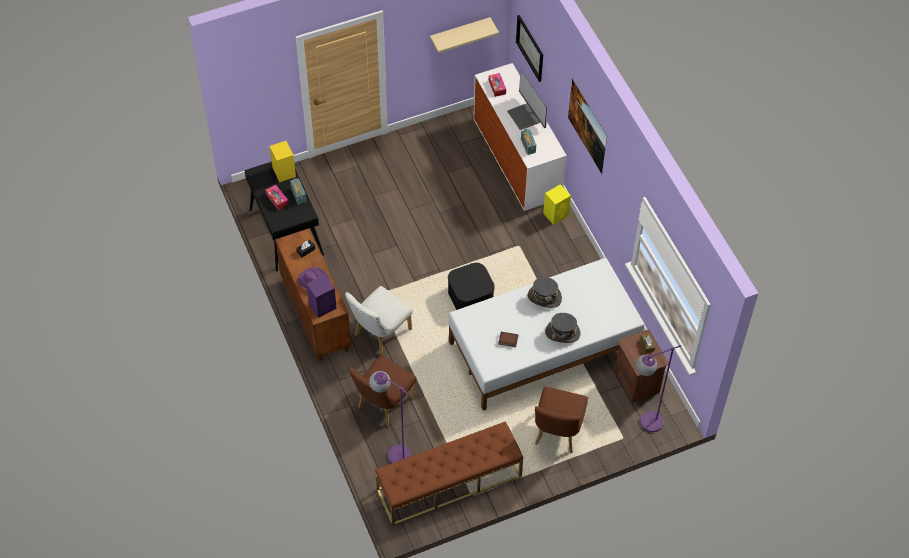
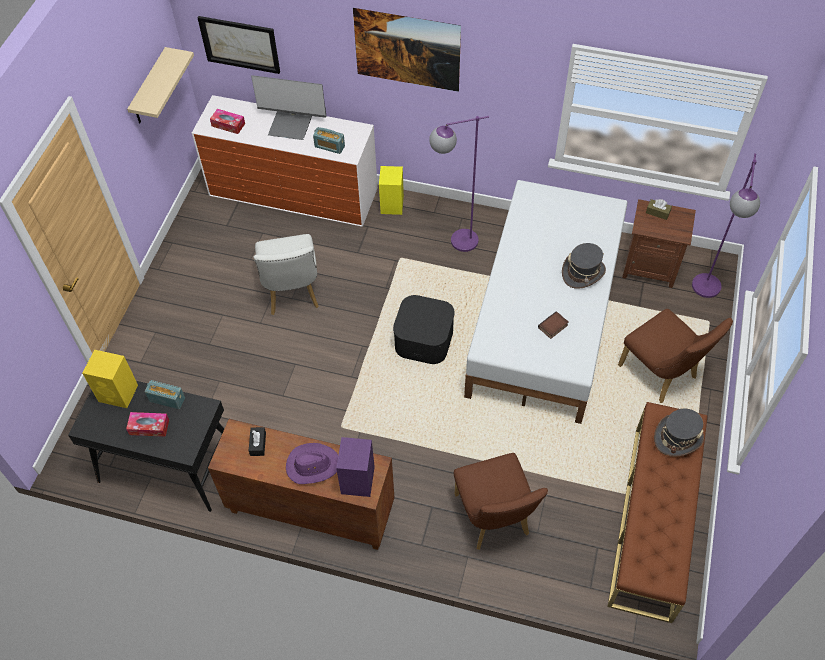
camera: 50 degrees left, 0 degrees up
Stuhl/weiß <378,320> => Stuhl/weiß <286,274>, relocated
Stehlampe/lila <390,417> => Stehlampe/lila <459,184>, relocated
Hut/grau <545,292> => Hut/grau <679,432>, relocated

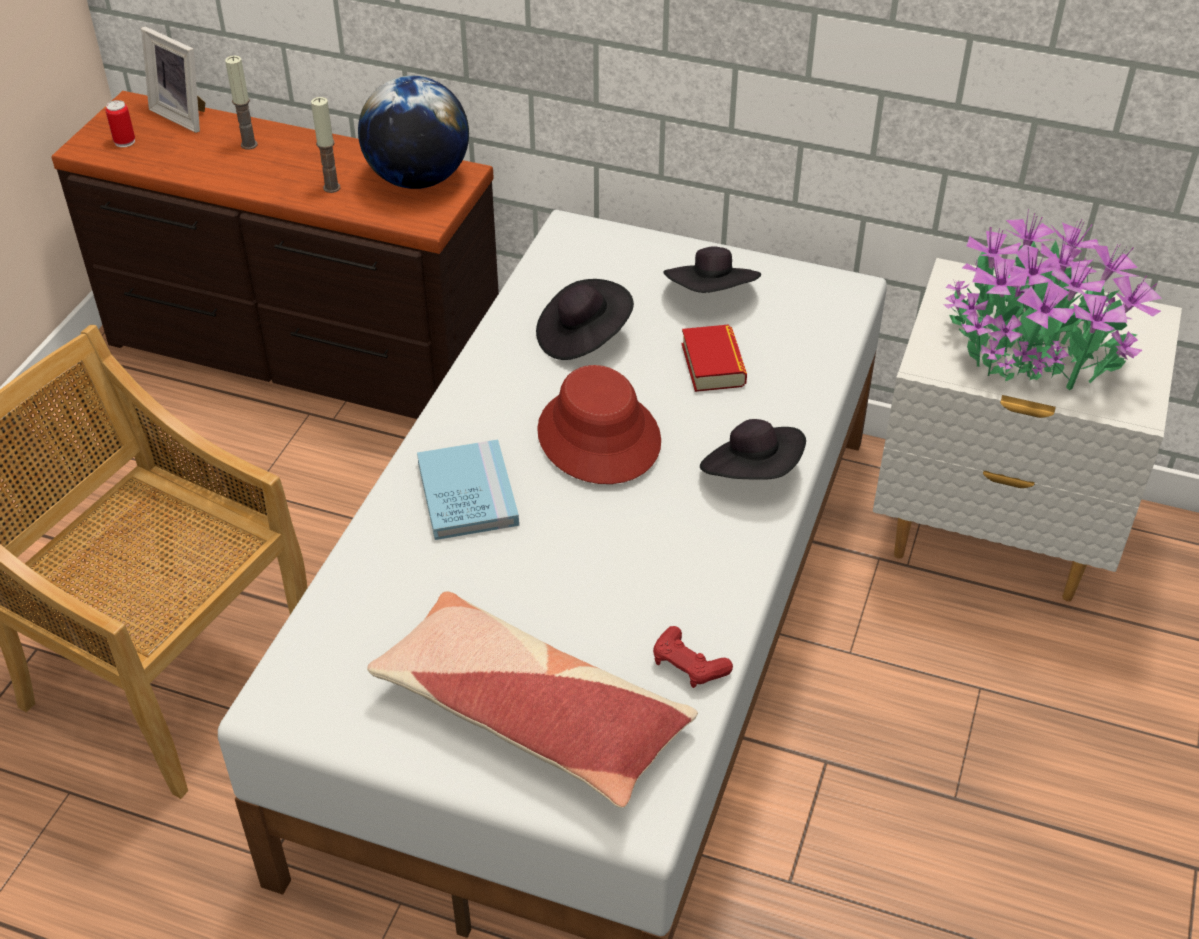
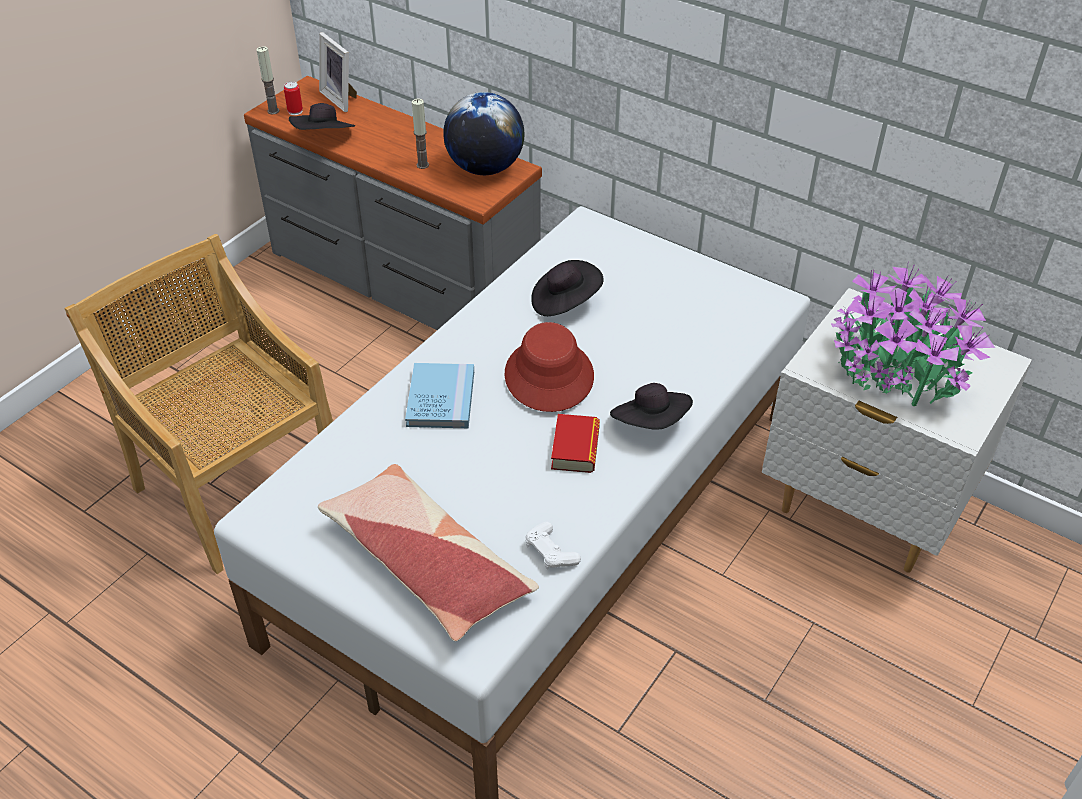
camera: 15 degrees right, 0 degrees up
Kerze <241,103> => Kerze <267,80>, relocated
Hut/schwarz <712,269> => Hut/schwarz <322,116>, relocated
Buch <714,358> => Buch <575,443>, relocated
Kommode/braun <275,255> => Kommode/grau <393,203>
Gamepad/rot <693,657> => Gamepad/weiß <553,545>

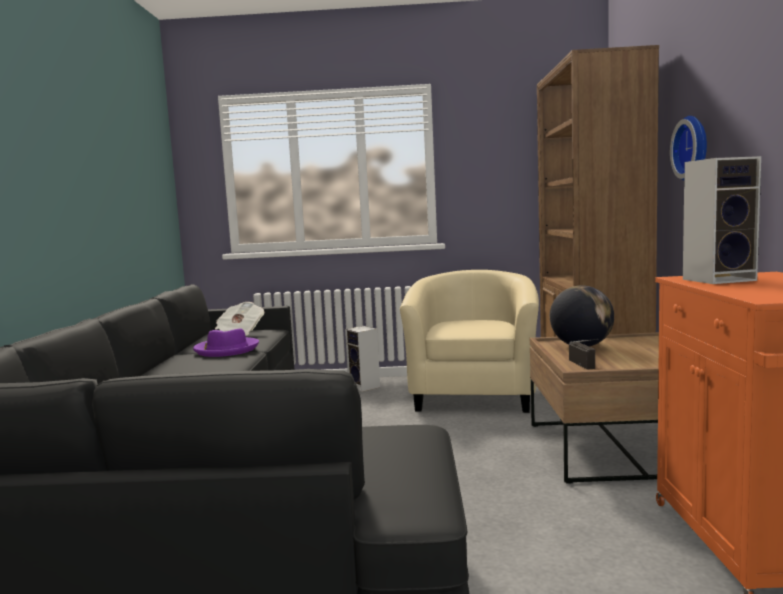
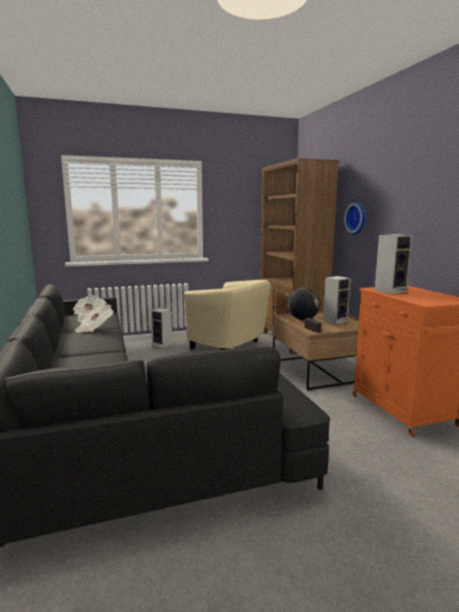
camera: 20 degrees left, 5 degrees up
nothing => Lautsprecher <337,300>
Hut/lila <226,343> => Zeitung <94,318>
Sessel/beige <469,341> => Sessel/beige <227,315>, 135 degrees clockwise

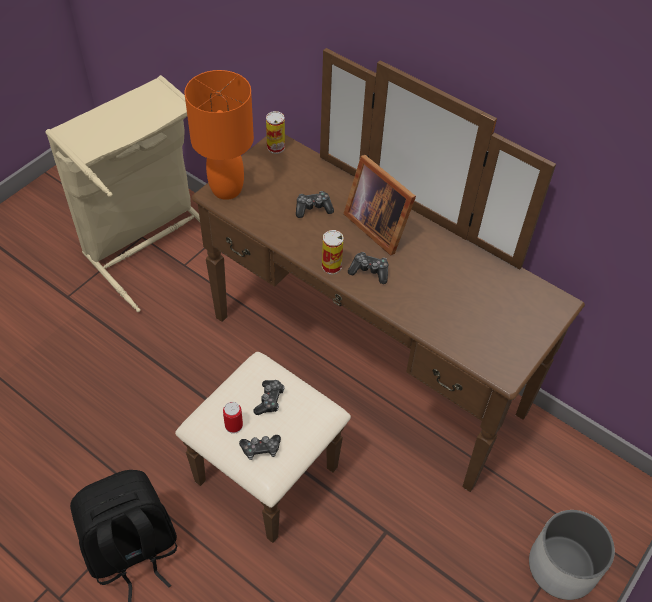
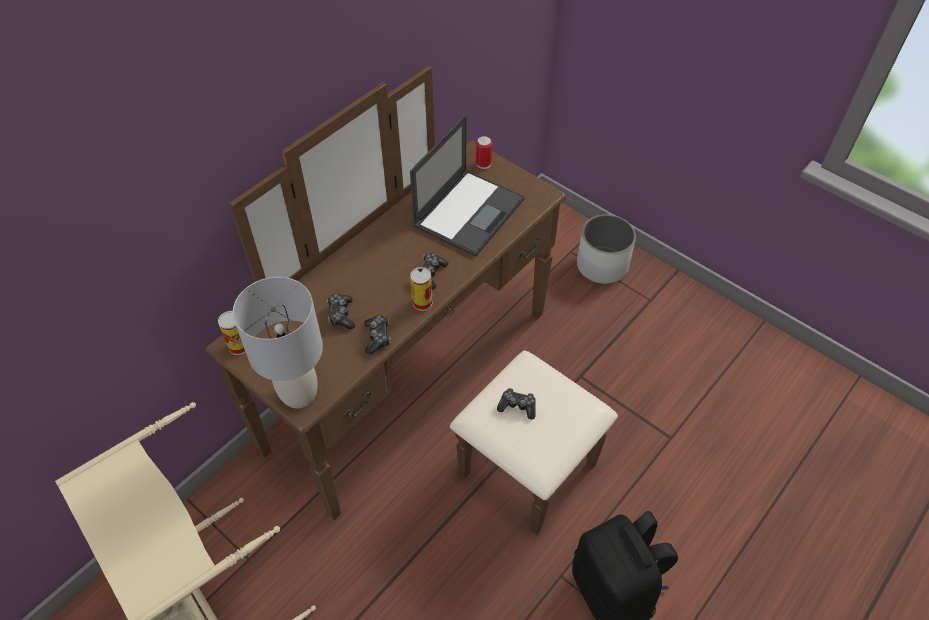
camera: 85 degrees left, 0 degrees up
Bilderrahmen <379,205> => nothing
nothing => Laptop <467,186>
Dose <233,418> => Dose <484,152>, relocated
Gamepad <260,447> => Gamepad <377,334>, relocated
Tischlampe/orange <219,135> => Tischlampe/grau <278,342>

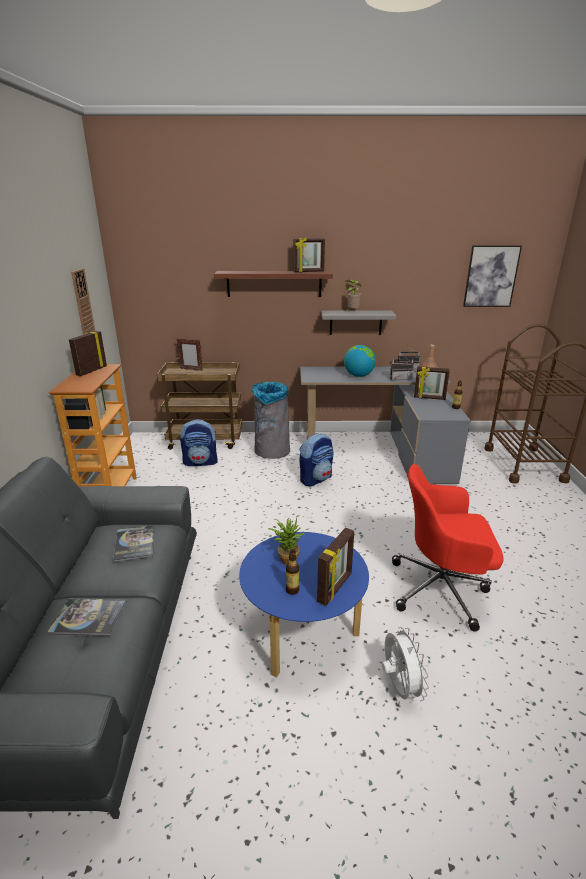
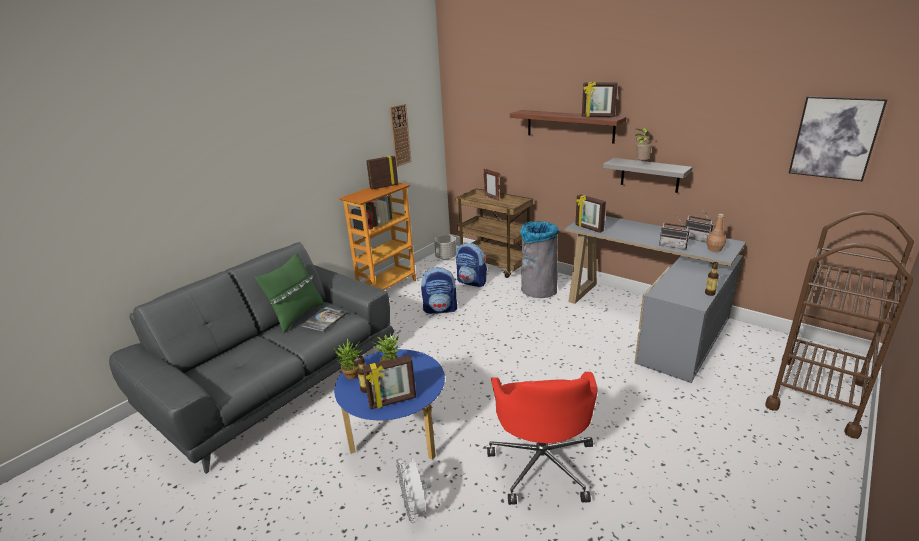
camera: 40 degrees right, 0 degrees up
Buch <87,617> => nothing
Globus <360,361> => nothing
nothing => Kissen/grün <289,293>
nothing => Topfpflanze <348,358>
nothing => Pflanzkübel/grau <445,247>
Rucksack <317,459> => Rucksack <439,290>, relocated
Bilderrahmen <432,383> => Bilderrahmen <590,213>, relocated
Ventilator/weiß <405,664> => Ventilator/weiß <414,490>, 135 degrees clockwise
Bürostuhl/rot <447,548> => Bürostuhl/rot <542,438>, 135 degrees counterclockwise

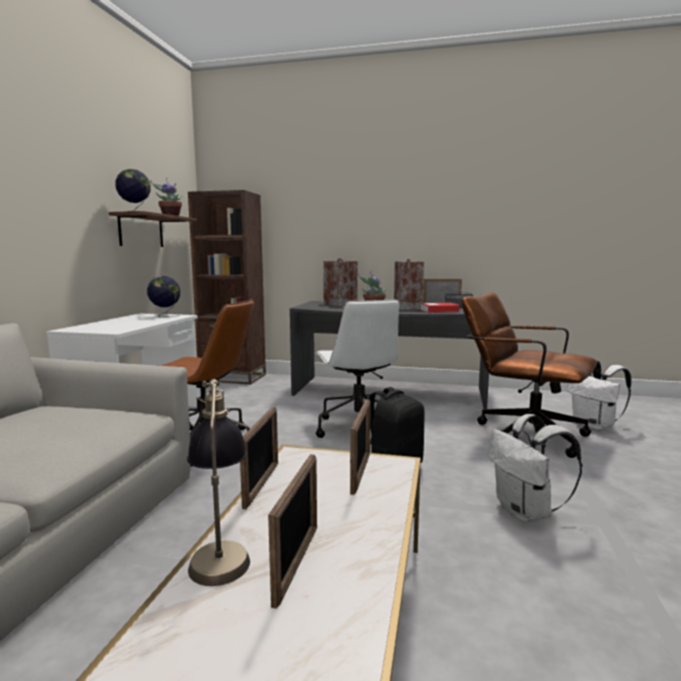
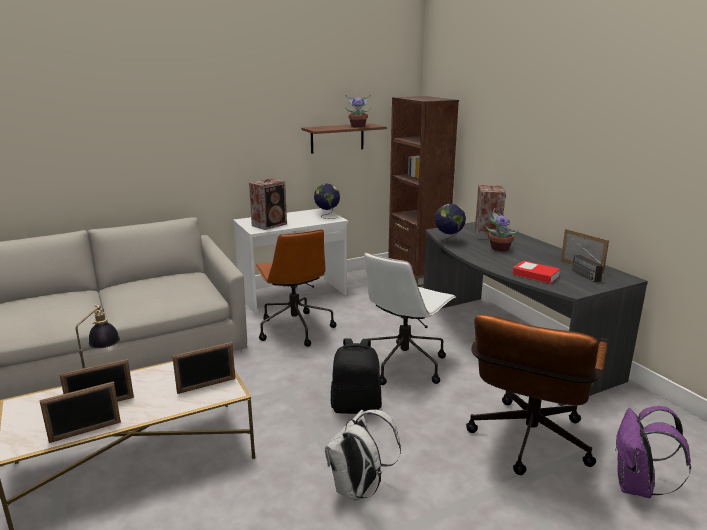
camera: 50 degrees right, 10 degrees up
Globus <133,190> => Globus <450,224>, relocated
Bilderrahmen <259,458> => Bilderrahmen <80,412>, relocated
Lautsprecher <409,284> => Lautsprecher <268,204>, relocated
Rucksack/weiß <599,395> => Rucksack/lila <653,452>
Bürostuhl/braun <529,375> => Bürostuhl/braun <537,395>, 150 degrees counterclockwise

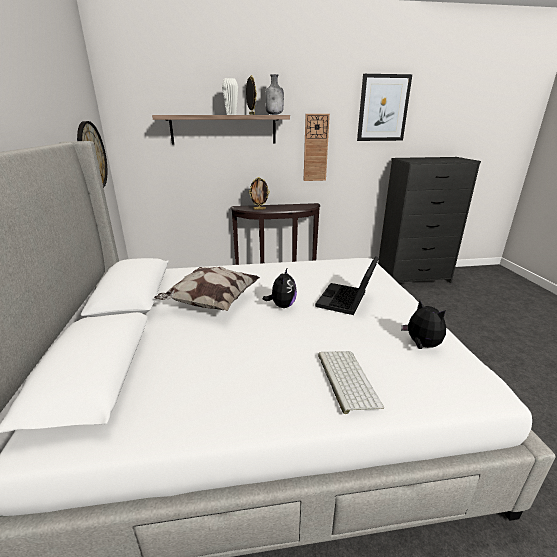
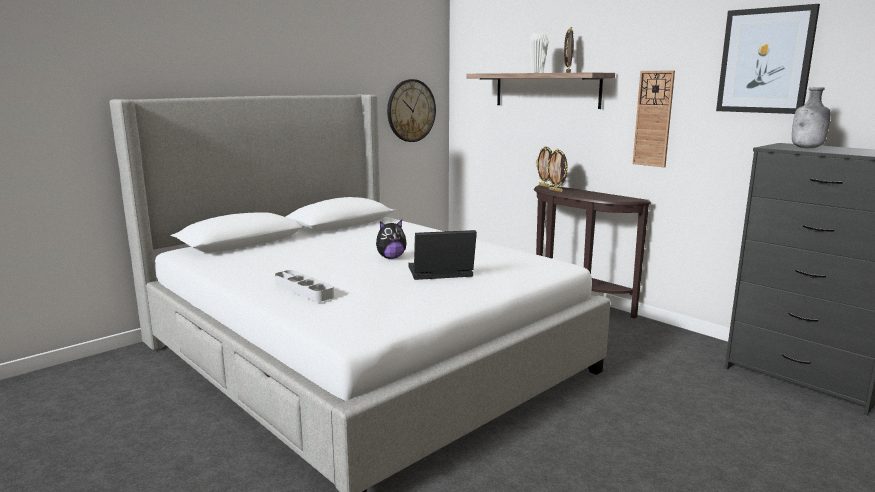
camera: 55 degrees right, 10 degrees down
Kissen <207,289> => nothing
Plüschtier <423,324> => nothing
nothing => Bilderrahmen <544,166>
Flasche/grau <274,94> => Flasche/grau <811,117>, relocated
Tastatur <351,382> => Tablett/grau <304,286>

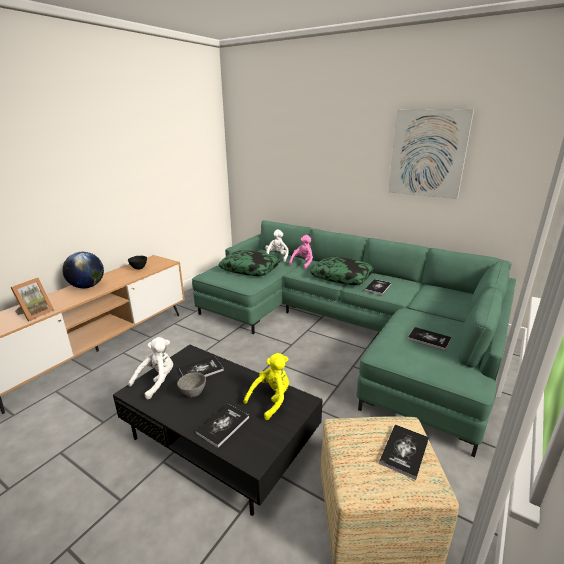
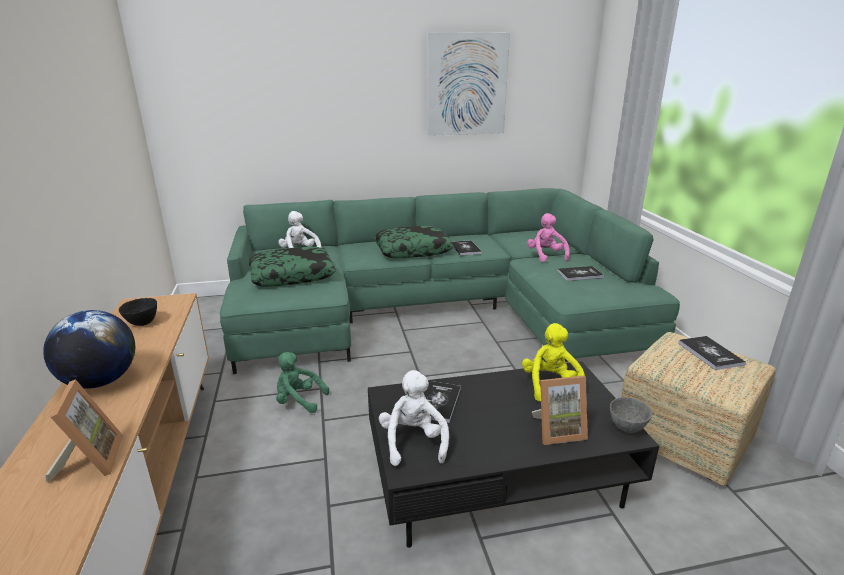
camera: 45 degrees left, 0 degrees up
nothing => Plüschtier/grün <302,382>
Schüssel/grau <191,385> => Schüssel/grau <631,415>, relocated
Plüschtier/rosa <301,252> => Plüschtier/rosa <548,237>, relocated
Buch <222,426> => Bilderrahmen <560,410>

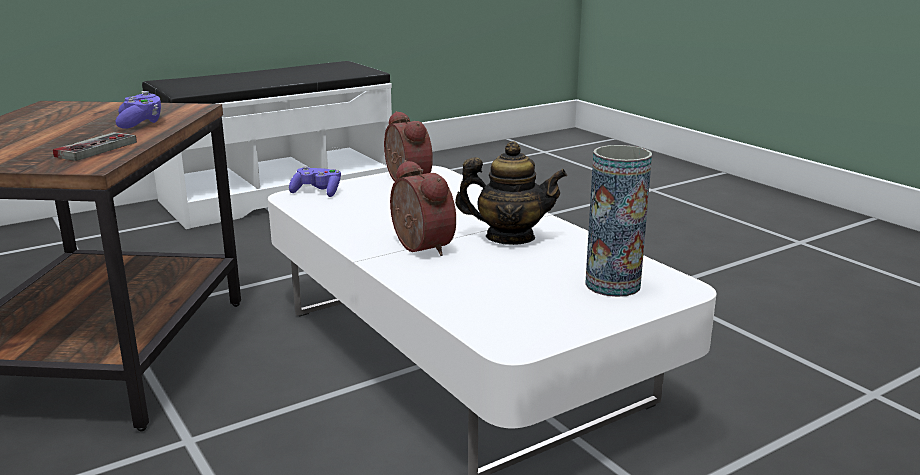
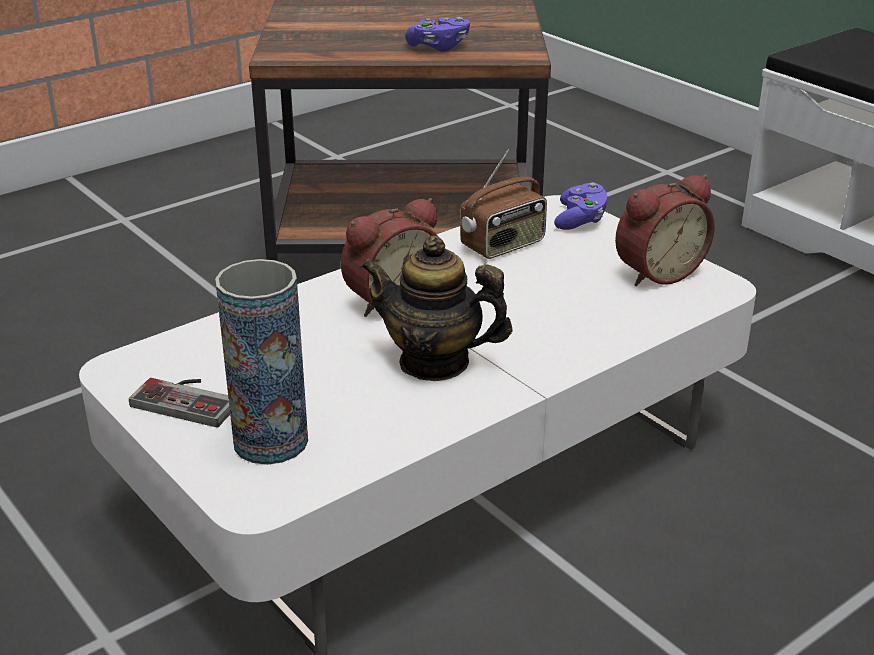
camera: 85 degrees right, 10 degrees up
nothing => Radio <503,204>
Gamepad <95,146> => Gamepad <179,402>, relocated
Teekanne <511,193> => Teekanne <436,308>, 105 degrees clockwise

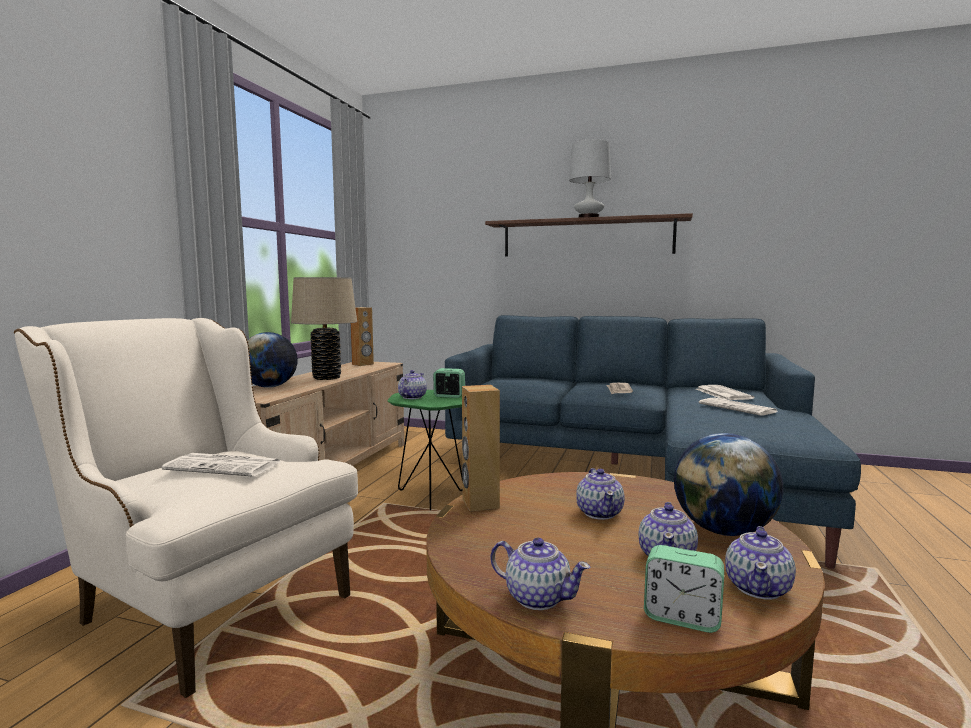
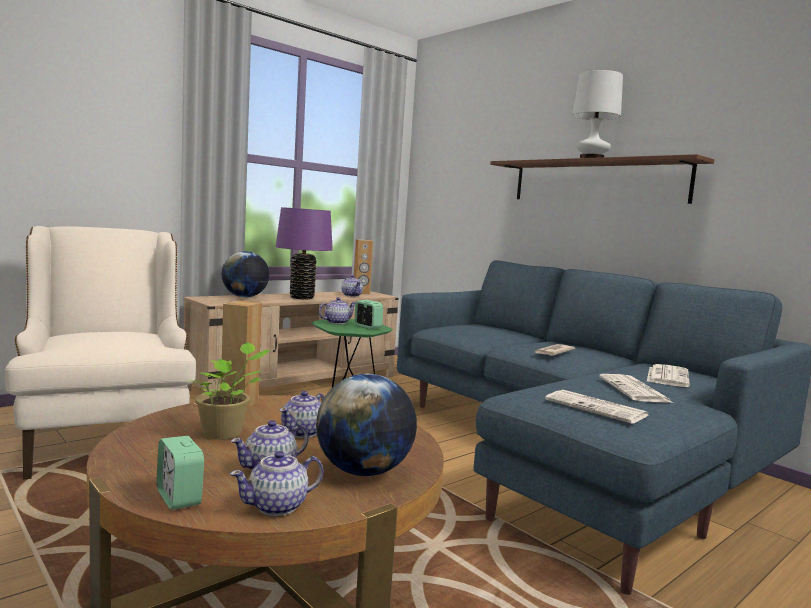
camera: 30 degrees right, 0 degrees up
nothing => Topfpflanze <228,391>
Zeitung <220,465> => Zeitung <596,407>, relocated
Teekanne <540,574> => Teekanne <352,286>, relocated
Tischlampe/beige <324,328> => Tischlampe/lila <304,253>

